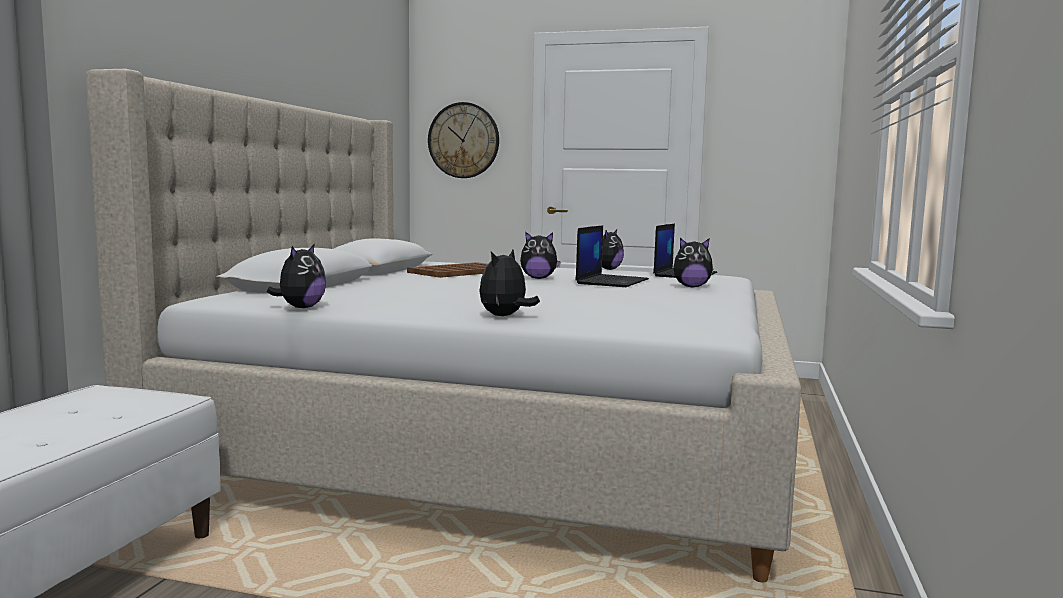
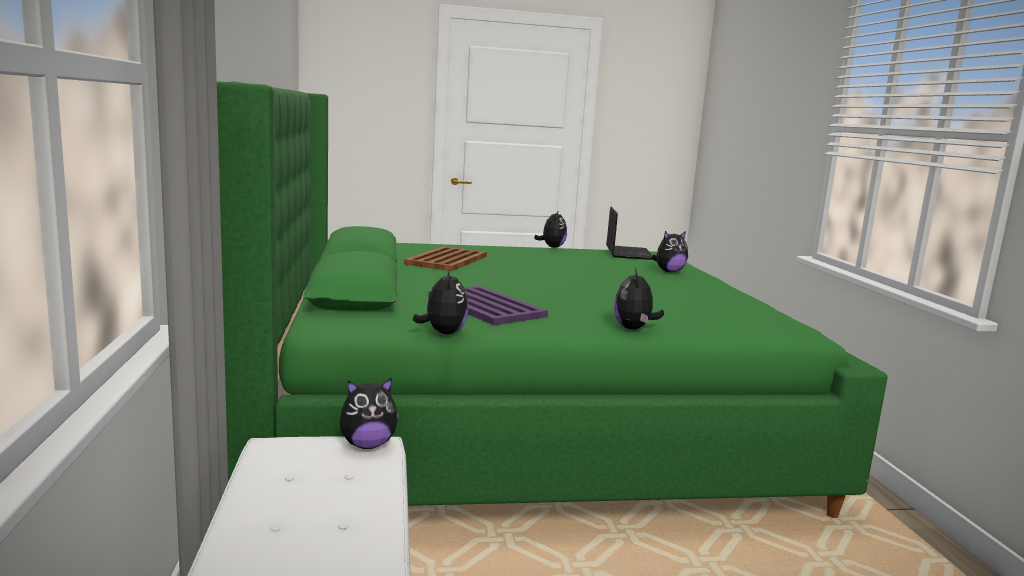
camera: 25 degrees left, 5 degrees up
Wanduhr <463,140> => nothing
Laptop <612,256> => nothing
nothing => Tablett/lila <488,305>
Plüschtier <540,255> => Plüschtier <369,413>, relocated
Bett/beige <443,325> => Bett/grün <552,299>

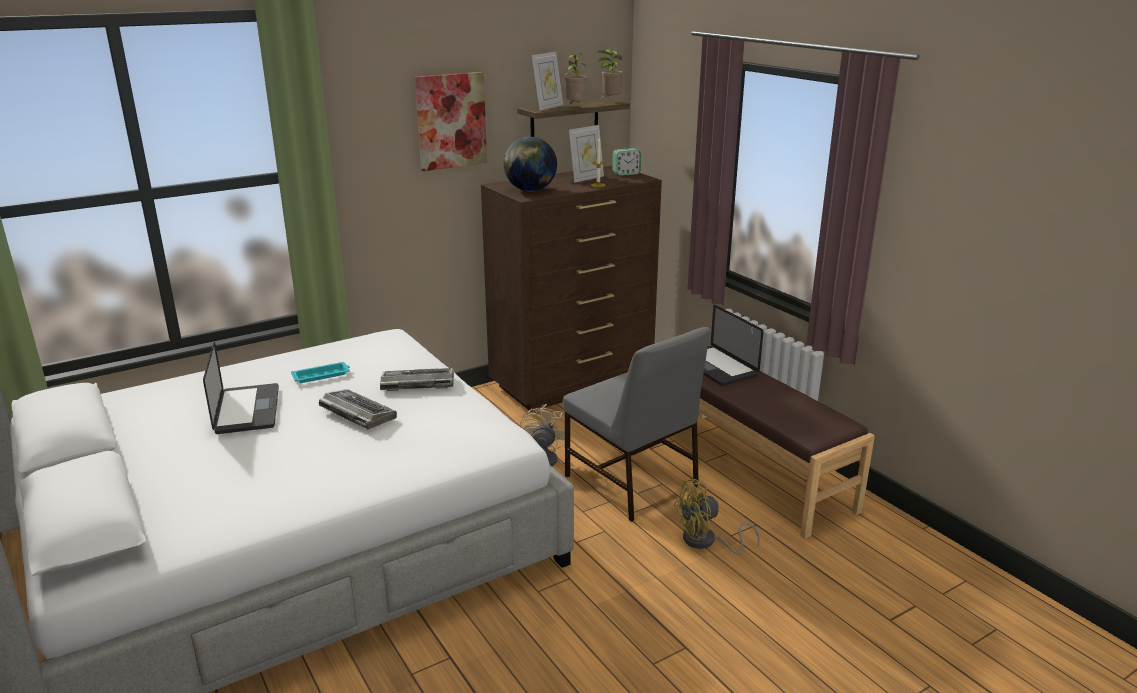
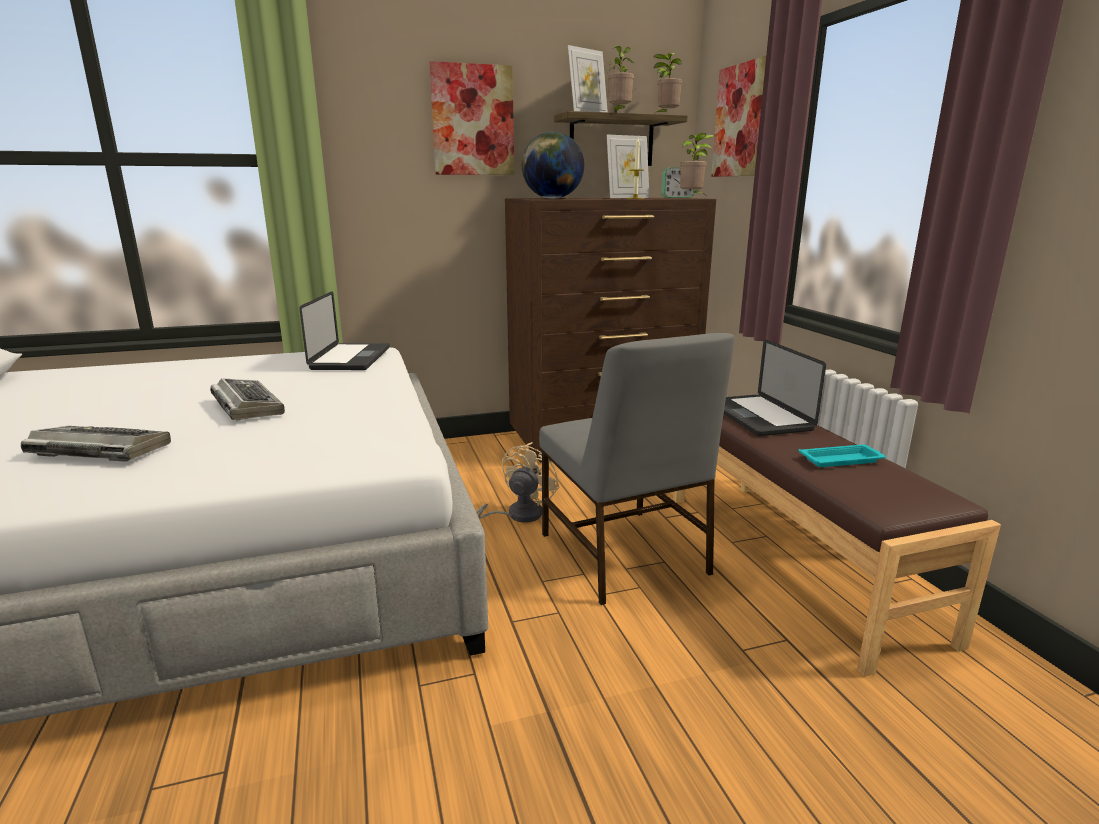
camera: 15 degrees right, 5 degrees down
Ventilator/gelb <716,516> => nothing
nothing => Topfpflanze <697,165>
nothing => Bild <738,116>
Laptop <241,387> => Laptop <344,330>, relocated
Tablett/türkis <320,372> => Tablett/türkis <842,456>, relocated
Tastatur <417,379> => Tastatur <96,444>, relocated

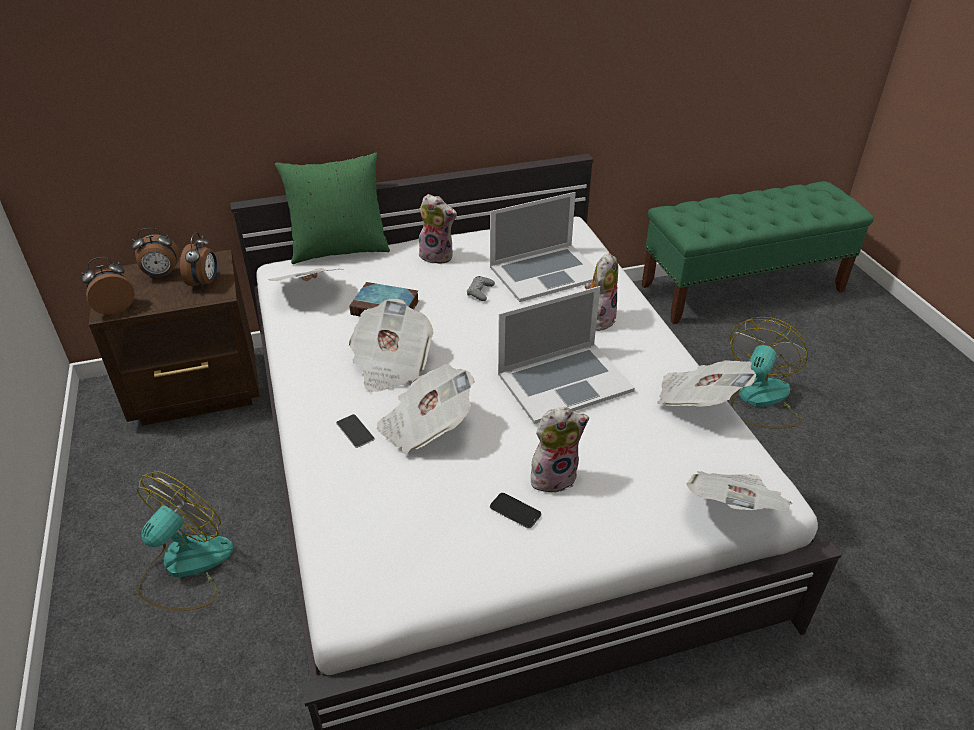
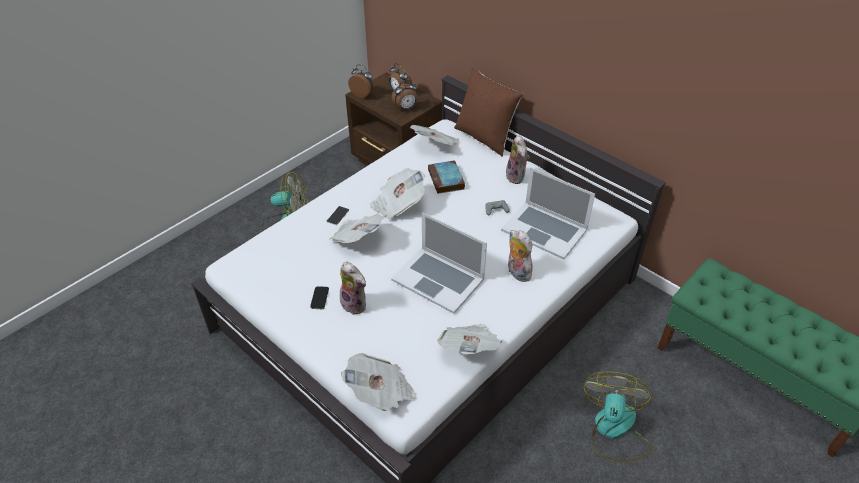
camera: 60 degrees right, 5 degrees up
Kissen/grün <332,208> => Kissen/braun <488,111>
Plüschtier <601,291> => Plüschtier <520,256>, 120 degrees counterclockwise
Ventilator <769,373> => Ventilator <617,416>, 75 degrees counterclockwise

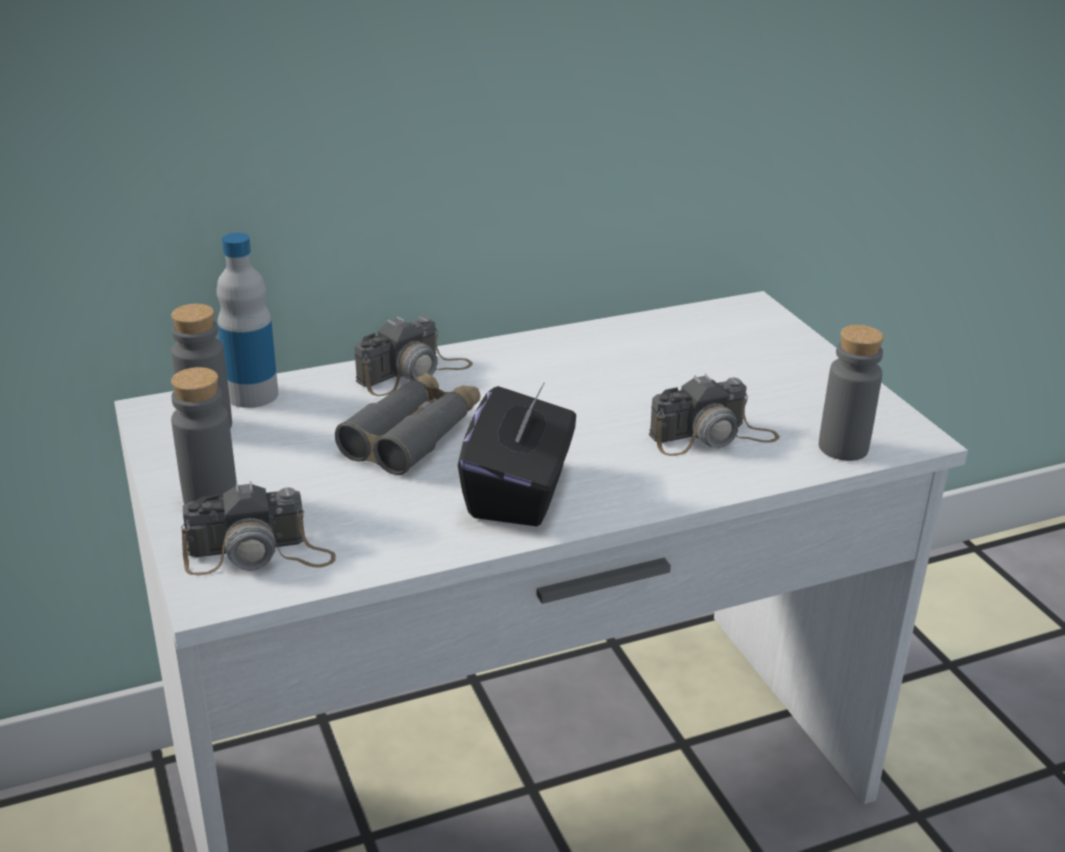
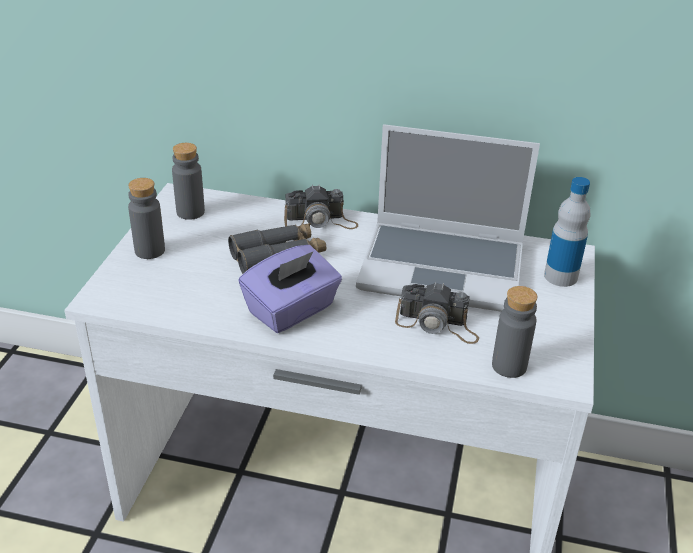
camera: 35 degrees right, 5 degrees up
Kamera <258,528> => nothing
nothing => Laptop <448,218>
Flasche <247,320> => Flasche <567,232>, relocated
Taschentuchbox/schwarz <517,454> => Taschentuchbox/lila <290,289>

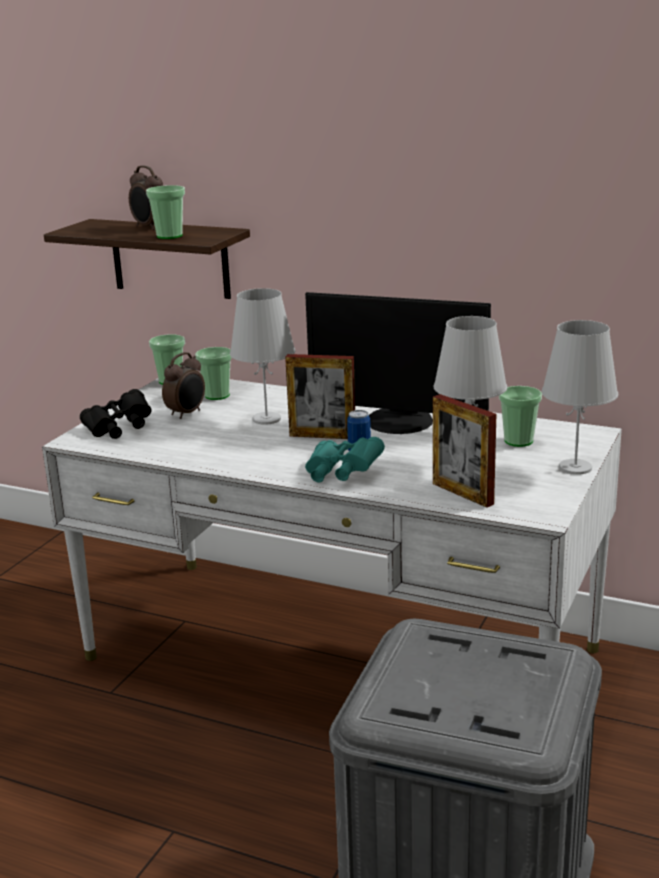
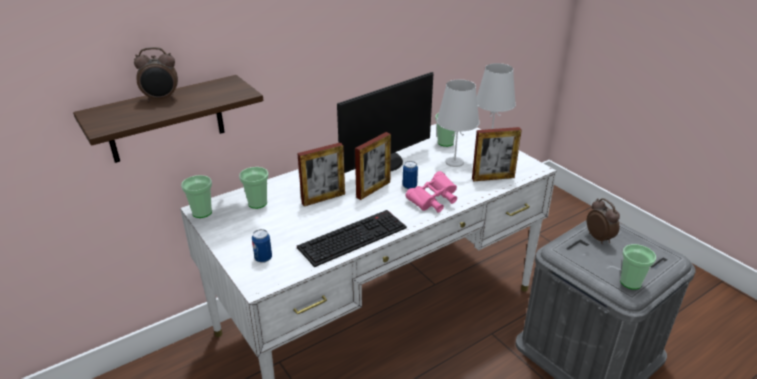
camera: 60 degrees left, 10 degrees up
nothing => Tastatur <352,238>
Tasse <165,212> => Tasse <638,267>, relocated
Wecker <183,385> => Wecker <603,221>, relocated
Fernglas/schwarz <116,414> => Dose <262,246>
Tischlampe/weiß <262,356> => Bilderrahmen <321,174>
Fernglas/türkis <345,460> => Fernglas/rosa <431,192>

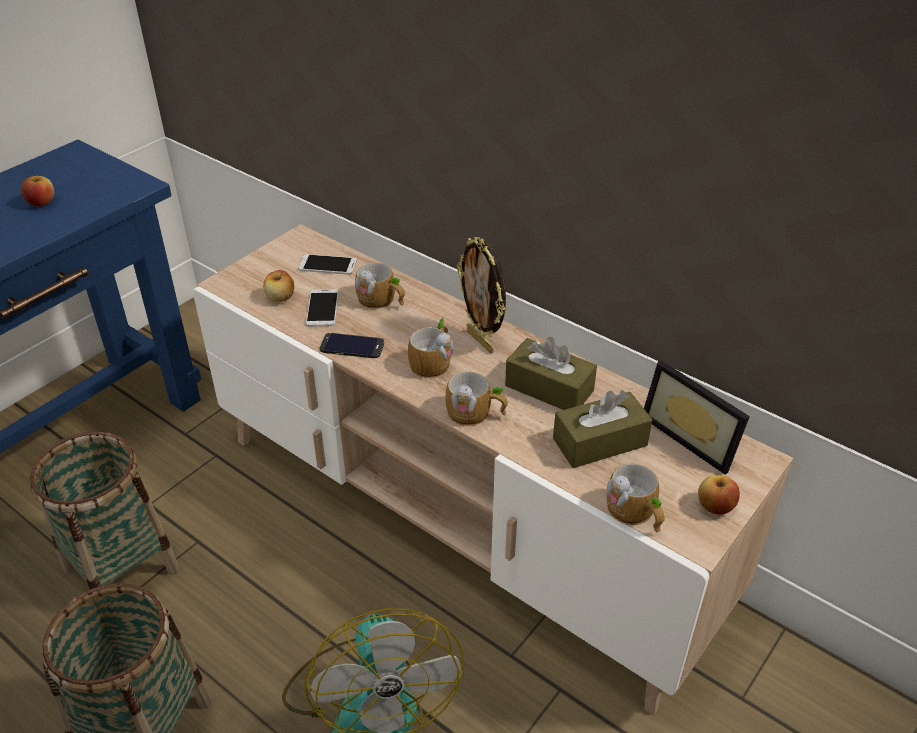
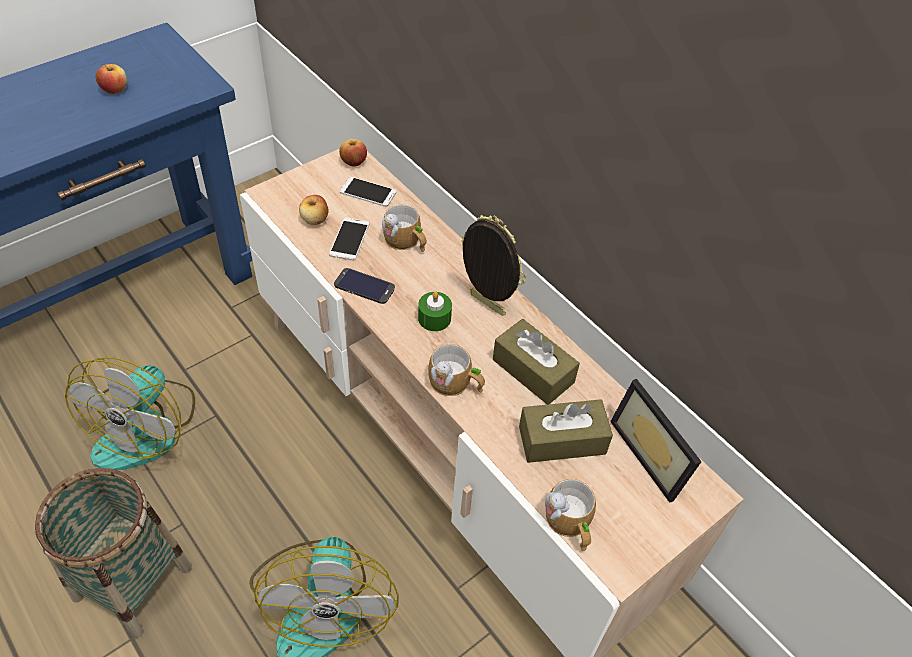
camera: 10 degrees right, 10 degrees up
Apfel <719,494> => Apfel <353,153>, relocated
Korb <105,510> => Ventilator <130,413>
Henkelbecher <430,348> => Kerze/grün <435,311>
Bilderrahmen <481,295> => Bilderrahmen <493,265>, 150 degrees clockwise

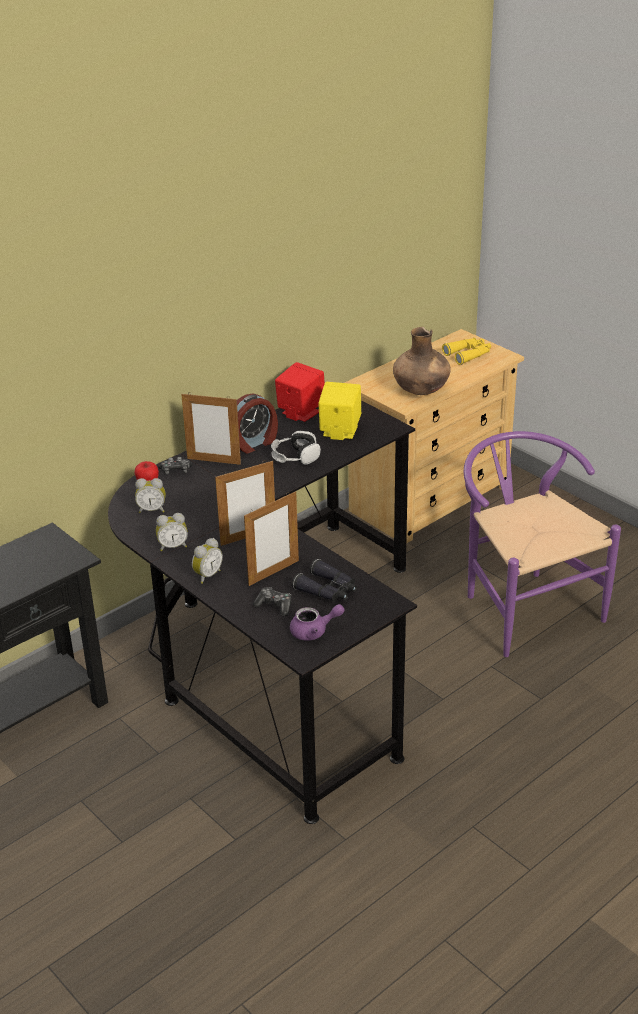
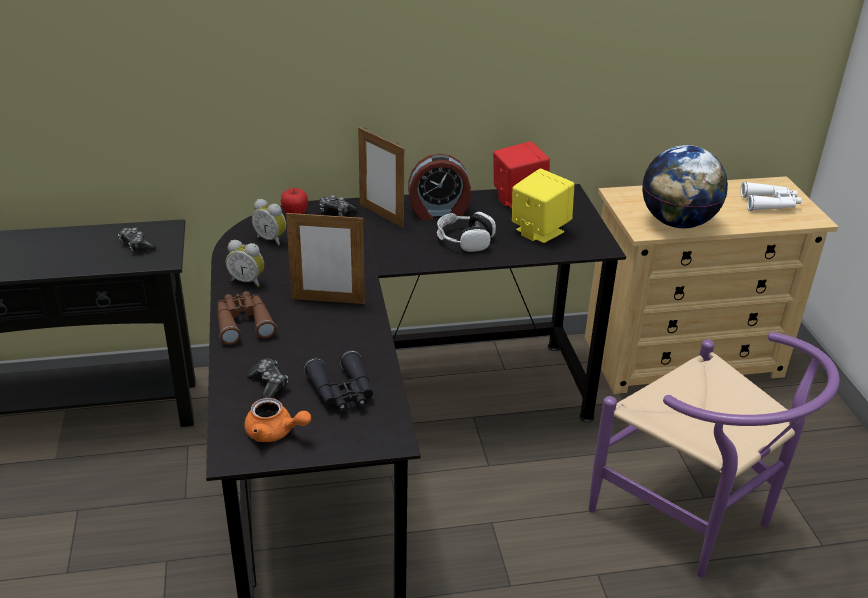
camera: 30 degrees right, 0 degrees up
Bilderrahmen <271,538> => nothing
nothing => Gamepad <137,239>
Wecker <207,561> => Fernglas/braun <246,318>
Vase/braun <422,361> => Globus <685,186>
Teekanne/lila <317,622> => Teekanne/orange <277,420>
Fernglas/gelb <466,351> => Fernglas/weiß <771,196>
Stuhl/lila <542,544> => Stuhl/lila <714,454>, 135 degrees clockwise

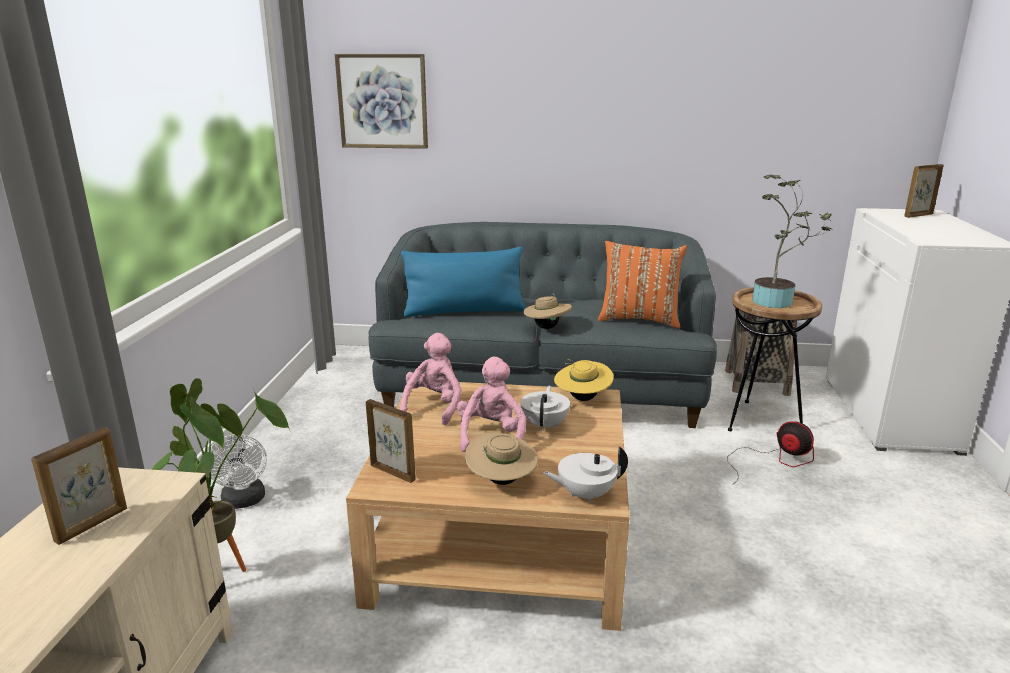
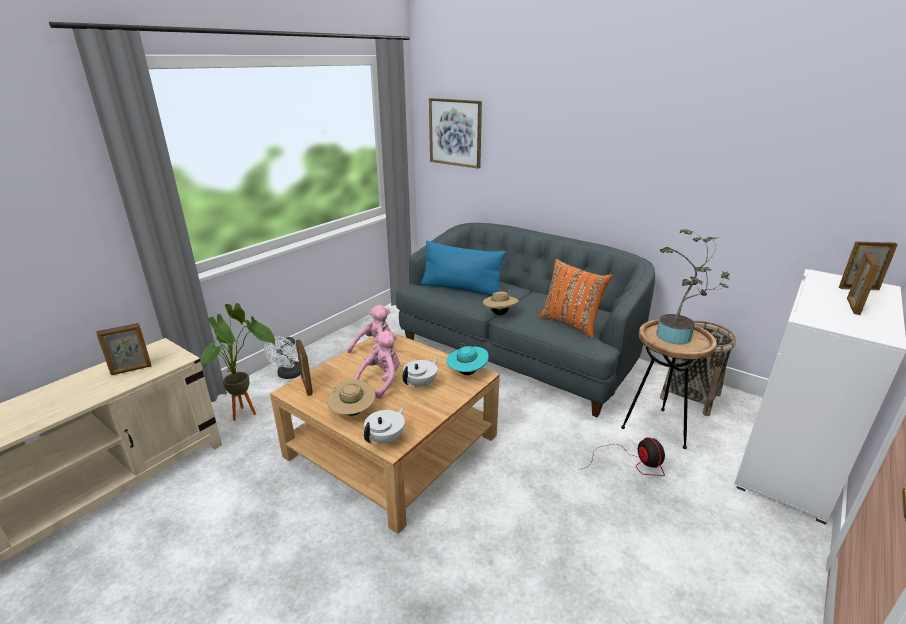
camera: 30 degrees right, 5 degrees up
nothing => Bilderrahmen <863,283>
Hut/gelb <584,380> => Hut/türkis <467,359>
Teekanne/weiß <585,474> => Teekanne/weiß <384,425>, 105 degrees clockwise

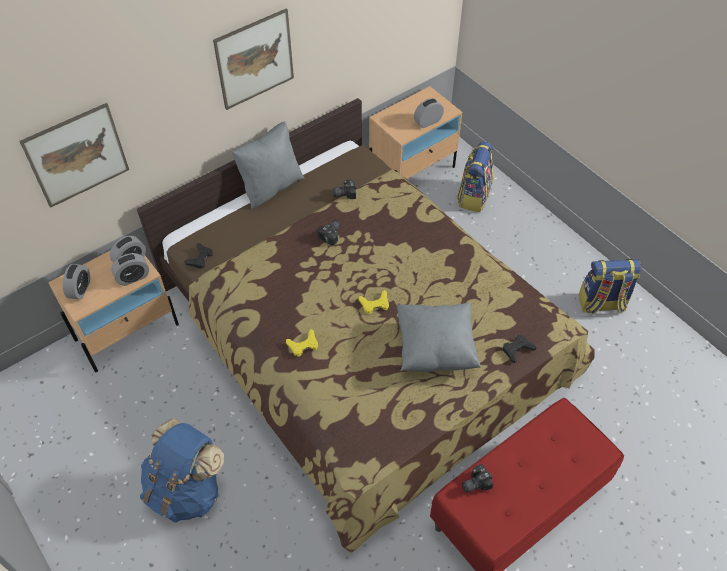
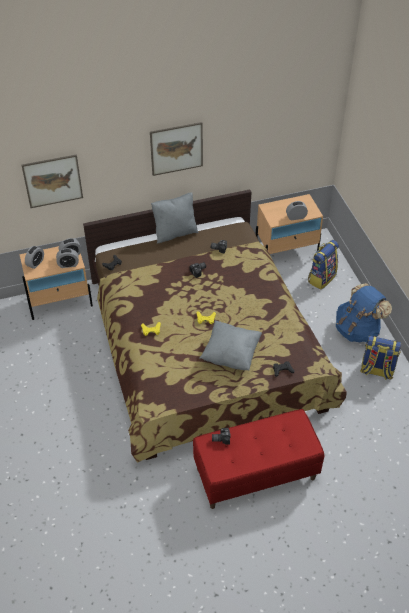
camera: 20 degrees right, 5 degrees down
Rucksack/blau <182,470> => Rucksack/blau <364,312>, relocated

